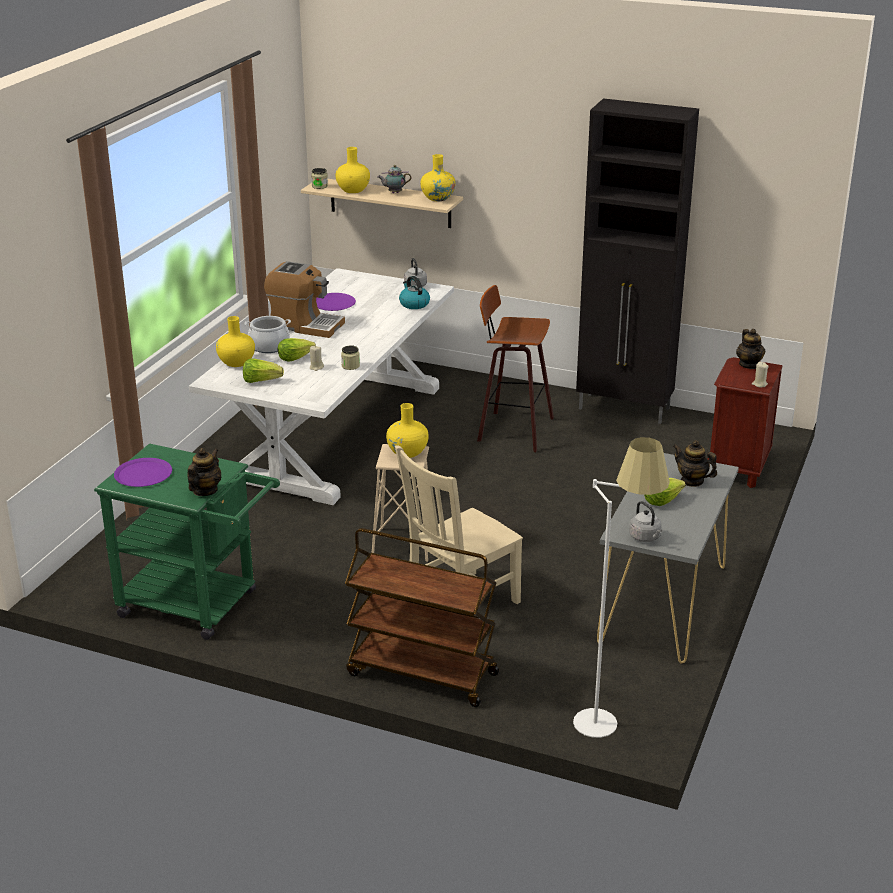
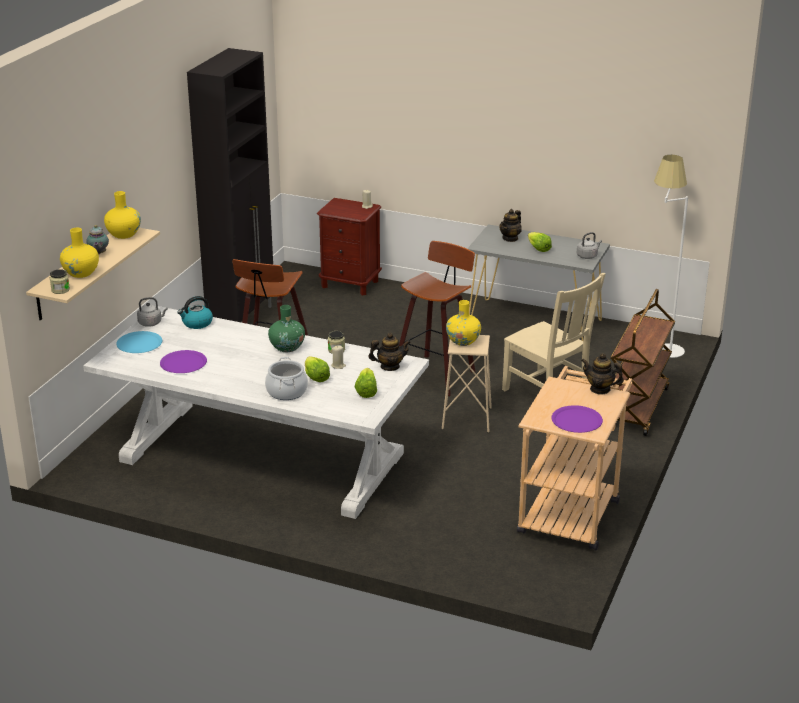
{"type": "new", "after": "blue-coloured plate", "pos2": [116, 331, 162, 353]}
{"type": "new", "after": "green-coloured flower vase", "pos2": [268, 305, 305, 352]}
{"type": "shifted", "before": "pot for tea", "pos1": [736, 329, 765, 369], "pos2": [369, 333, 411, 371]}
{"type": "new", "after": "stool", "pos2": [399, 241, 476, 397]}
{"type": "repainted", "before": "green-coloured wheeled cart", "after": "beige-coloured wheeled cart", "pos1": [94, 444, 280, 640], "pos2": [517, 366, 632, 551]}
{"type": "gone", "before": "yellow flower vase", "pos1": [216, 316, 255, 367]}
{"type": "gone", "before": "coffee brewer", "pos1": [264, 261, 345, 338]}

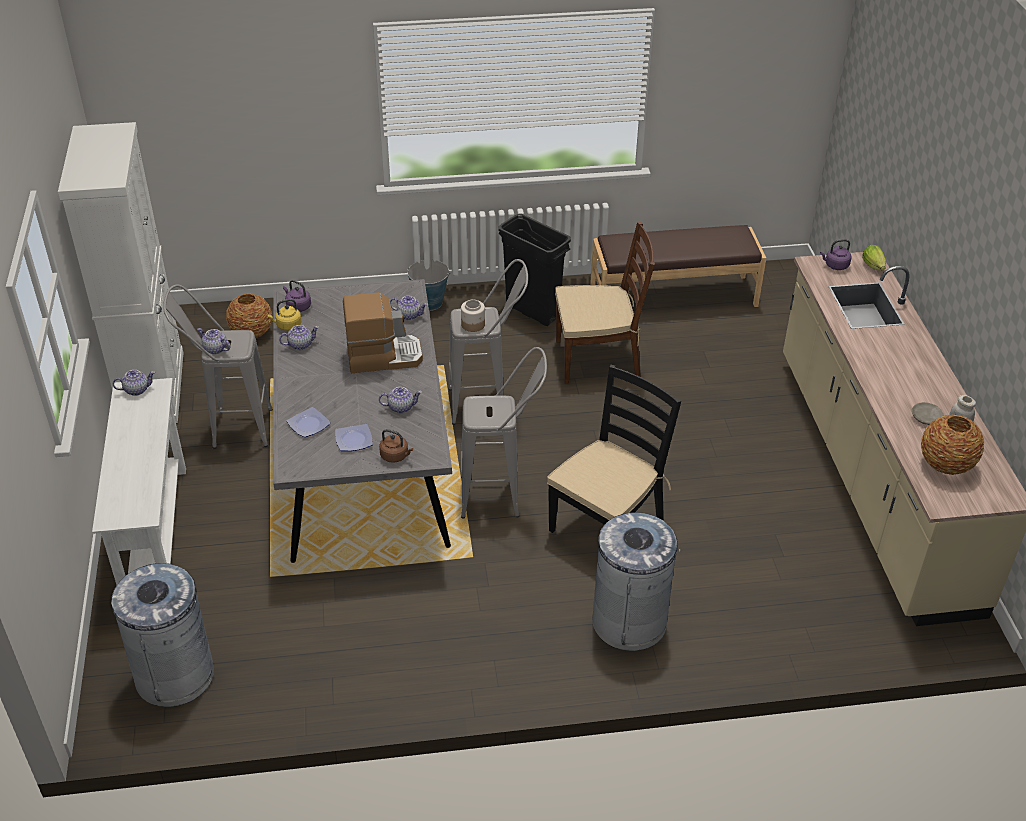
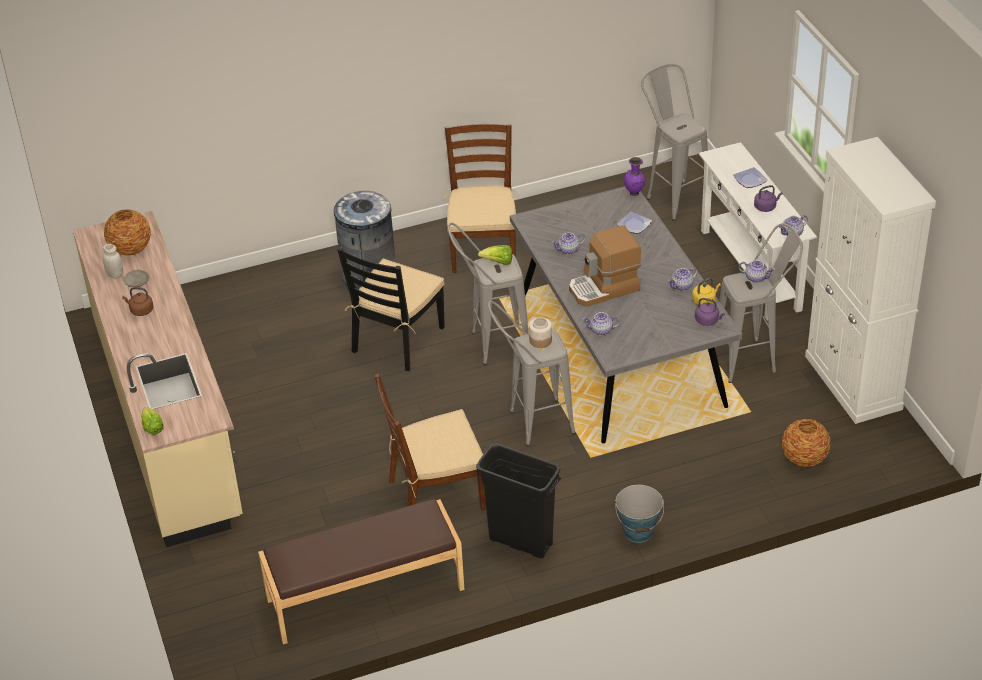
{"type": "shifted", "before": "brownish tea kettle", "pos1": [379, 429, 413, 463], "pos2": [122, 287, 153, 316]}
{"type": "new", "after": "brownish chair", "pos2": [443, 124, 520, 273]}
{"type": "new", "after": "lettuce head", "pos2": [478, 245, 512, 265]}
{"type": "new", "after": "purplish flower vase", "pos2": [624, 157, 646, 196]}
{"type": "swapped", "before": "gray rubbish bin", "after": "gray stool", "pos1": [111, 563, 214, 707], "pos2": [641, 64, 708, 221]}
{"type": "shifted", "before": "plate", "pos1": [335, 424, 373, 451], "pos2": [734, 167, 768, 188]}
{"type": "shifted", "before": "purplish tea kettle", "pos1": [820, 239, 852, 270], "pos2": [754, 185, 783, 212]}

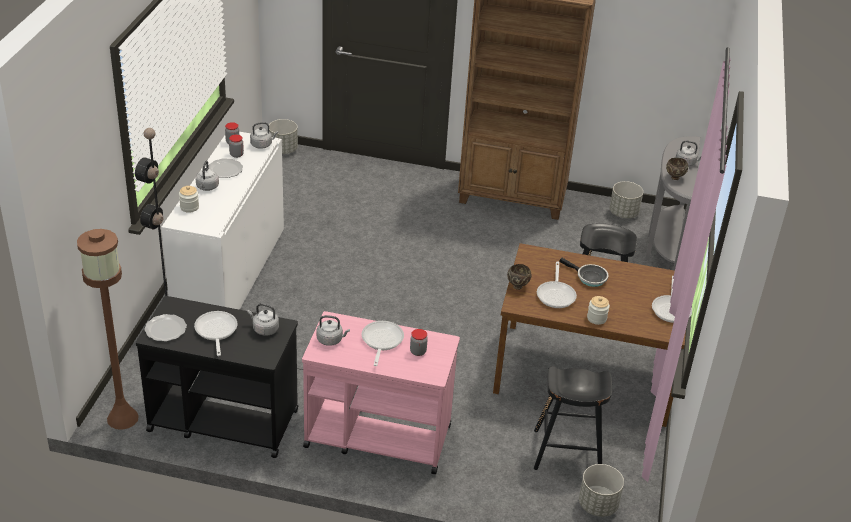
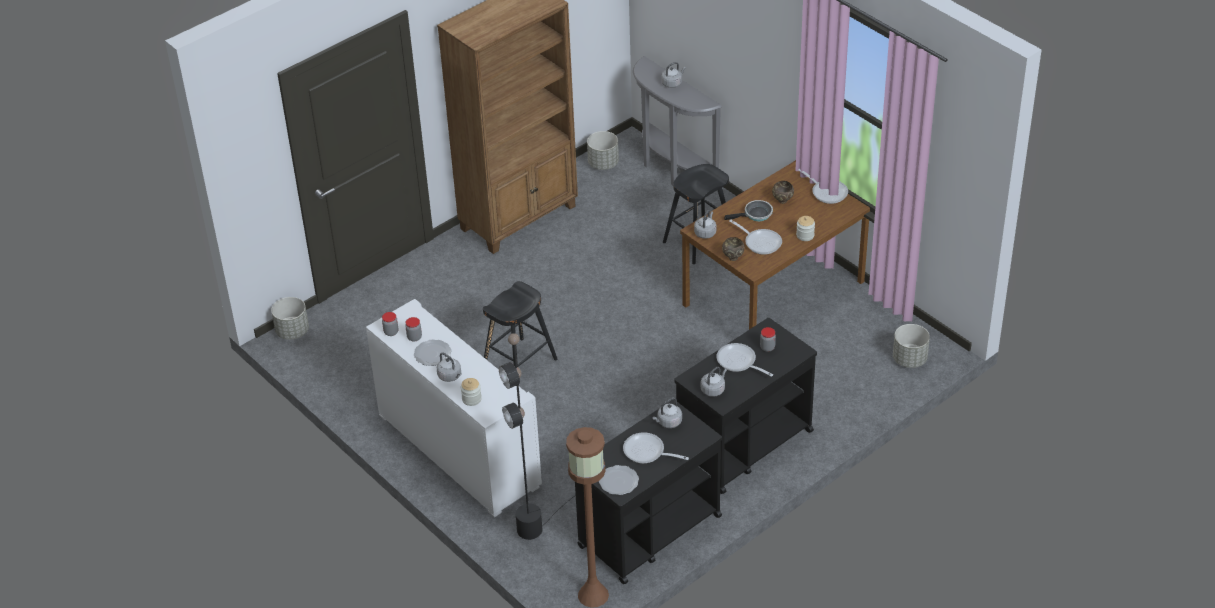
{"type": "shifted", "before": "black stool", "pos1": [534, 366, 612, 470], "pos2": [483, 281, 557, 367]}
{"type": "repainted", "before": "pinkish wheeled cart", "after": "black wheeled cart", "pos1": [302, 311, 460, 474], "pos2": [674, 318, 817, 494]}
{"type": "shifted", "before": "gray tea kettle", "pos1": [250, 122, 278, 149], "pos2": [694, 210, 717, 239]}
{"type": "shifted", "before": "brownish bowl", "pos1": [666, 158, 688, 180], "pos2": [772, 181, 794, 204]}

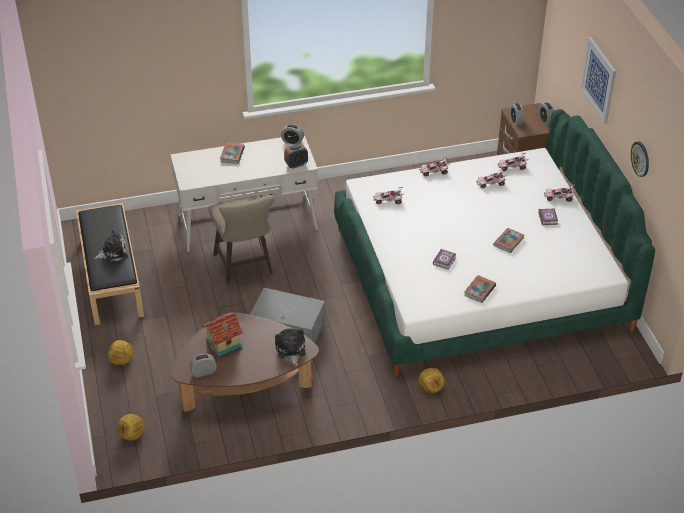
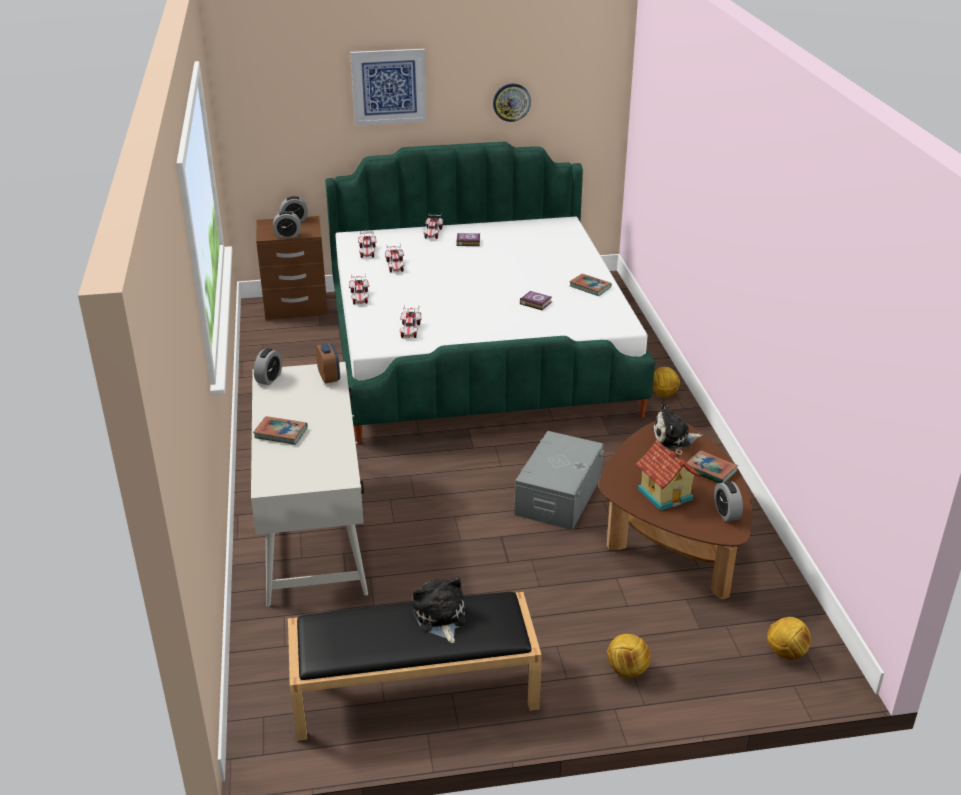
{"type": "shifted", "before": "volume", "pos1": [493, 228, 525, 253], "pos2": [687, 450, 738, 483]}
{"type": "gone", "before": "beige-coloured stool", "pos1": [208, 195, 274, 284]}

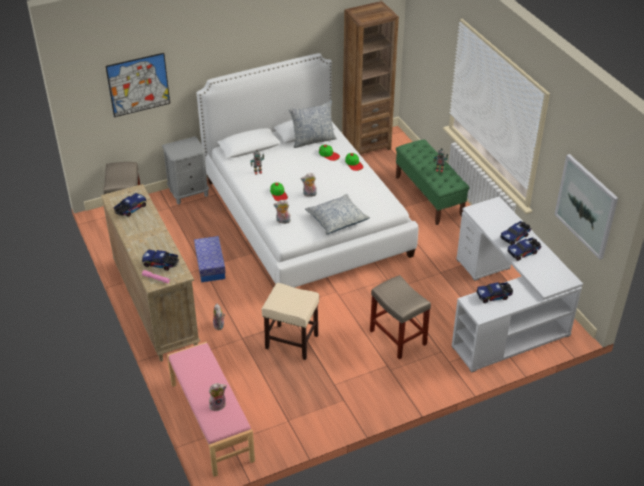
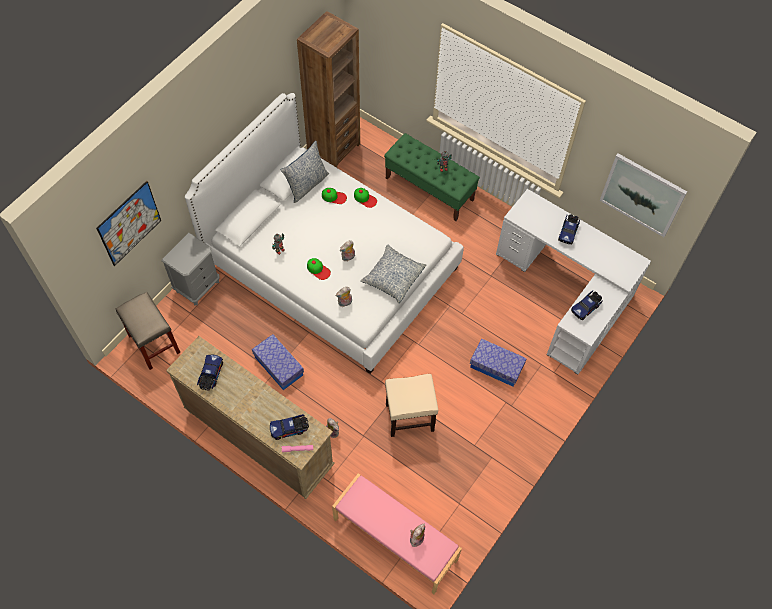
{"type": "swapped", "before": "beige-coloured stool", "after": "storage box", "pos1": [370, 275, 431, 359], "pos2": [470, 338, 527, 387]}
{"type": "gone", "before": "model truck", "pos1": [507, 237, 541, 261]}

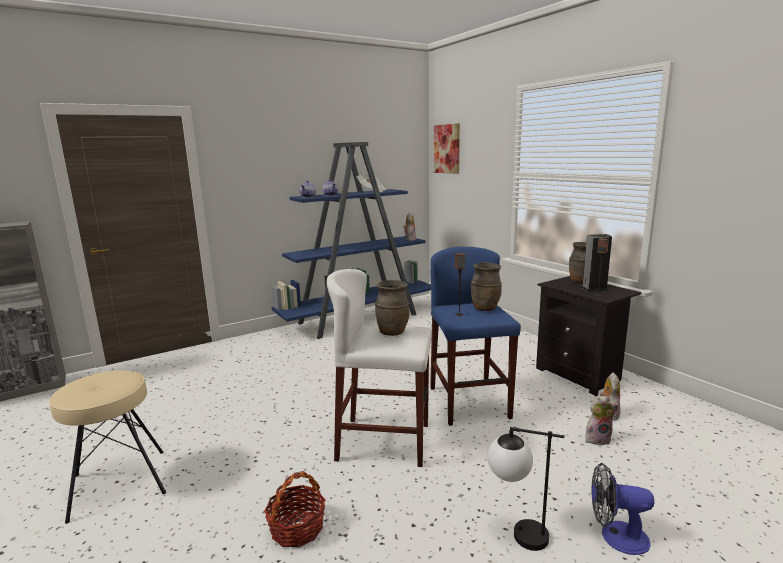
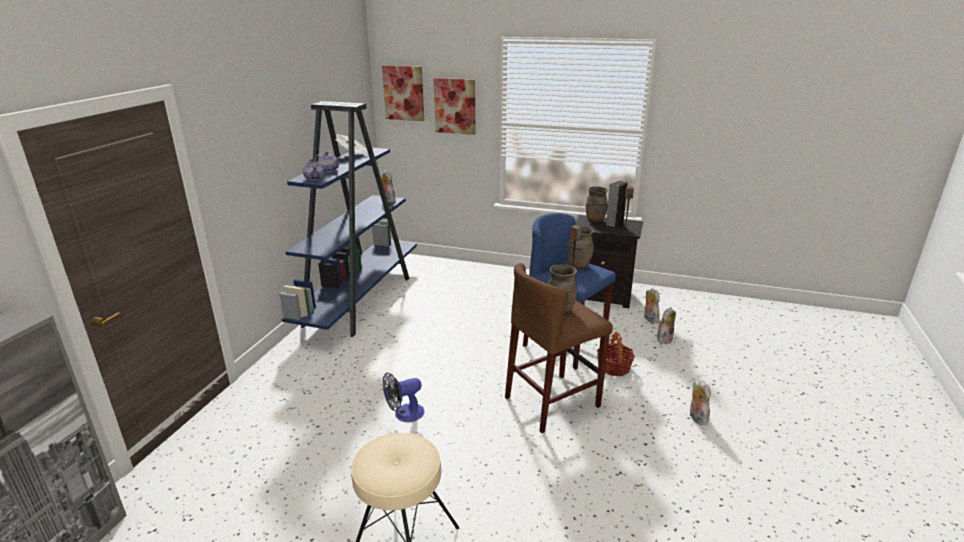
{"type": "shifted", "before": "electric fan", "pos1": [592, 463, 654, 555], "pos2": [383, 372, 424, 422]}
{"type": "new", "after": "wall art", "pos2": [433, 78, 475, 135]}
{"type": "repainted", "before": "white-coloured stool", "after": "brownish stool", "pos1": [327, 269, 432, 467], "pos2": [505, 263, 613, 433]}
{"type": "shifted", "before": "storage basket", "pos1": [264, 471, 326, 547], "pos2": [597, 332, 635, 376]}
{"type": "swapped", "before": "lamp for a table", "after": "plush toy", "pos1": [488, 427, 564, 551], "pos2": [690, 380, 711, 425]}

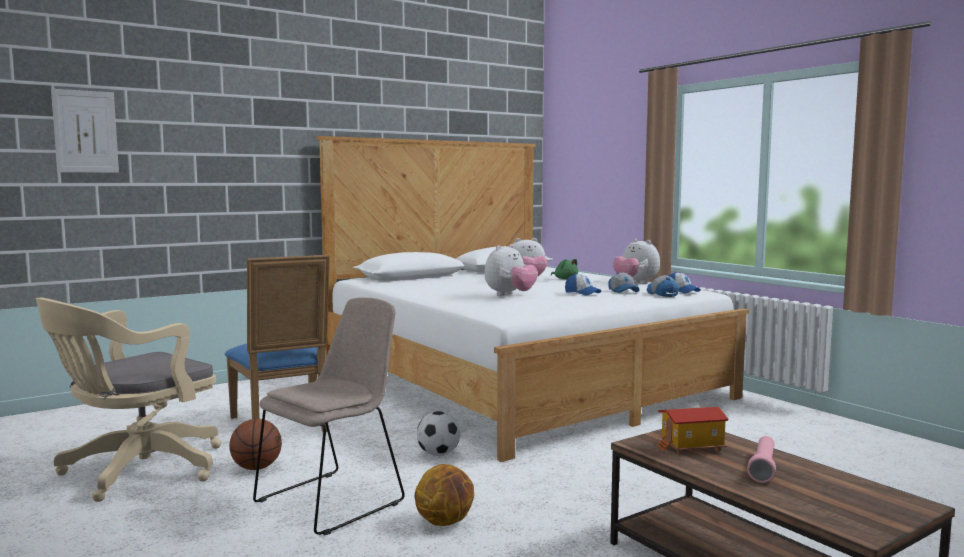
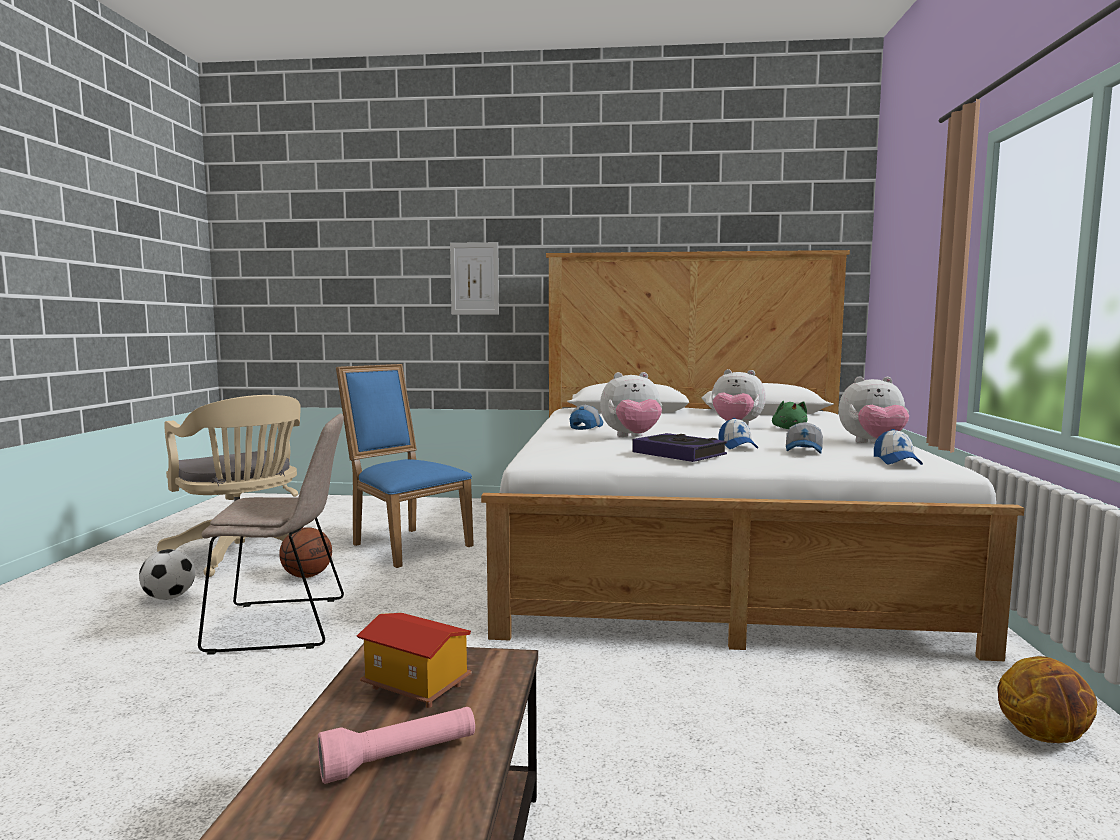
{"type": "shifted", "before": "football", "pos1": [417, 411, 460, 456], "pos2": [139, 549, 195, 600]}
{"type": "rotated", "before": "beige-coloured office chair", "pos1": [36, 298, 221, 502], "pos2": [157, 395, 301, 577], "turn": -120}
{"type": "rotated", "before": "blue-coloured chair", "pos1": [225, 255, 330, 432], "pos2": [336, 364, 474, 568], "turn": 120}
{"type": "shifted", "before": "wall art", "pos1": [51, 89, 119, 173], "pos2": [450, 242, 499, 315]}
{"type": "shifted", "before": "peaked cap", "pos1": [647, 275, 679, 297], "pos2": [570, 405, 603, 430]}
{"type": "new", "after": "volume", "pos2": [632, 433, 727, 462]}
{"type": "rotated", "before": "plush toy", "pos1": [613, 239, 660, 284], "pos2": [839, 376, 909, 443], "turn": -90}
{"type": "shifted", "before": "ball for basketball", "pos1": [415, 464, 474, 526], "pos2": [997, 656, 1097, 743]}

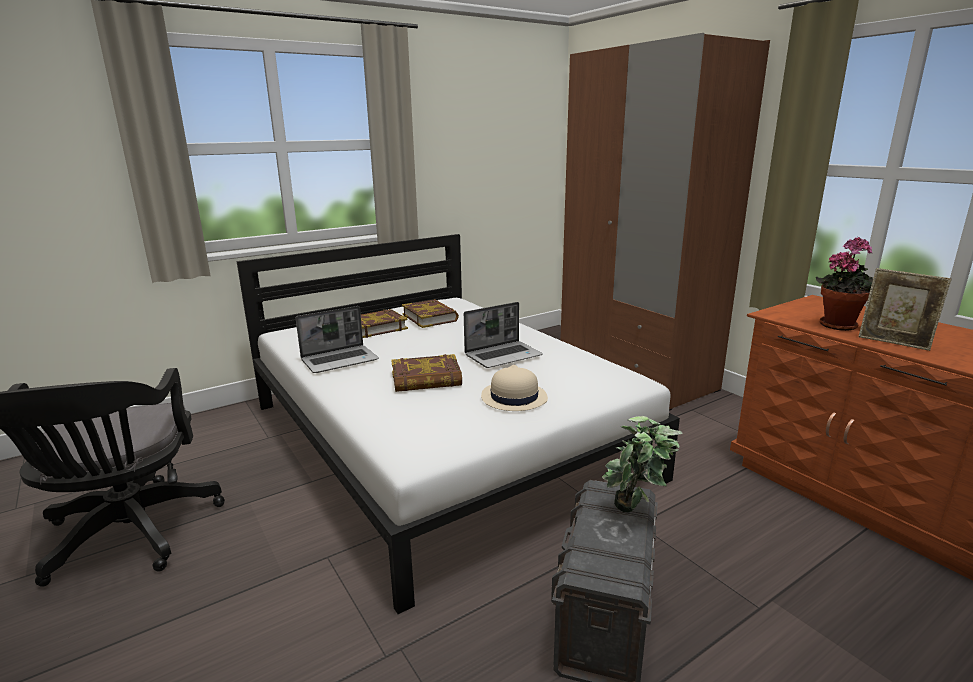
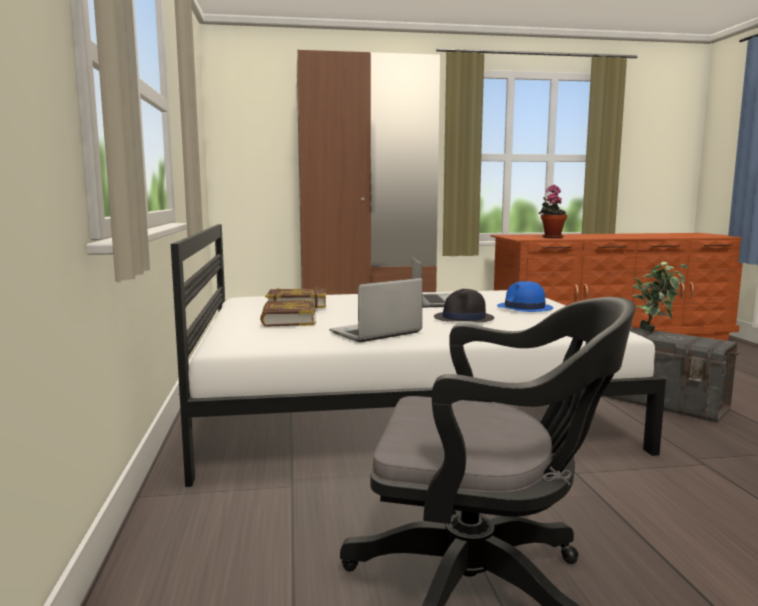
{"type": "rotated", "before": "portable computer", "pos1": [296, 306, 379, 373], "pos2": [329, 278, 423, 342], "turn": -120}
{"type": "swapped", "before": "volume", "after": "black wearable hat", "pos1": [391, 354, 462, 392], "pos2": [434, 289, 494, 322]}
{"type": "repainted", "before": "beige-coloured wearable hat", "after": "blue-coloured wearable hat", "pos1": [481, 365, 548, 411], "pos2": [497, 281, 553, 312]}
{"type": "gone", "before": "photo frame", "pos1": [859, 268, 952, 351]}

